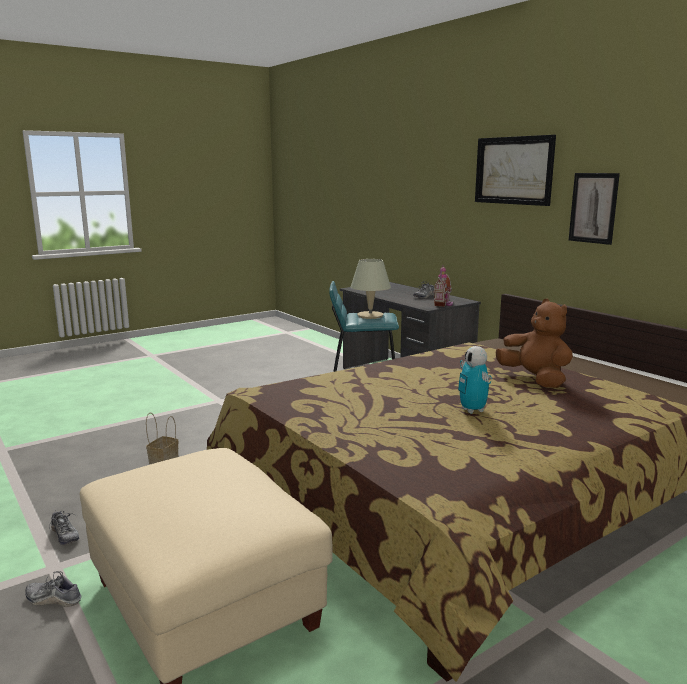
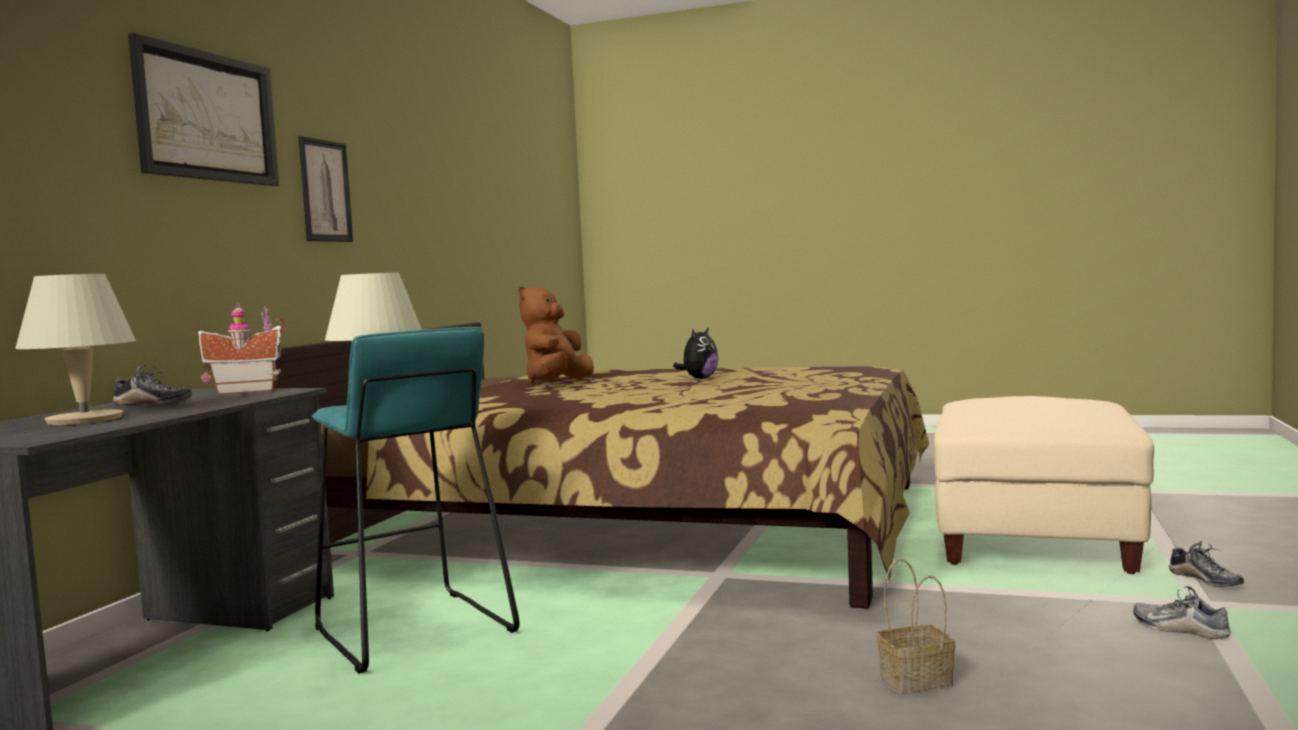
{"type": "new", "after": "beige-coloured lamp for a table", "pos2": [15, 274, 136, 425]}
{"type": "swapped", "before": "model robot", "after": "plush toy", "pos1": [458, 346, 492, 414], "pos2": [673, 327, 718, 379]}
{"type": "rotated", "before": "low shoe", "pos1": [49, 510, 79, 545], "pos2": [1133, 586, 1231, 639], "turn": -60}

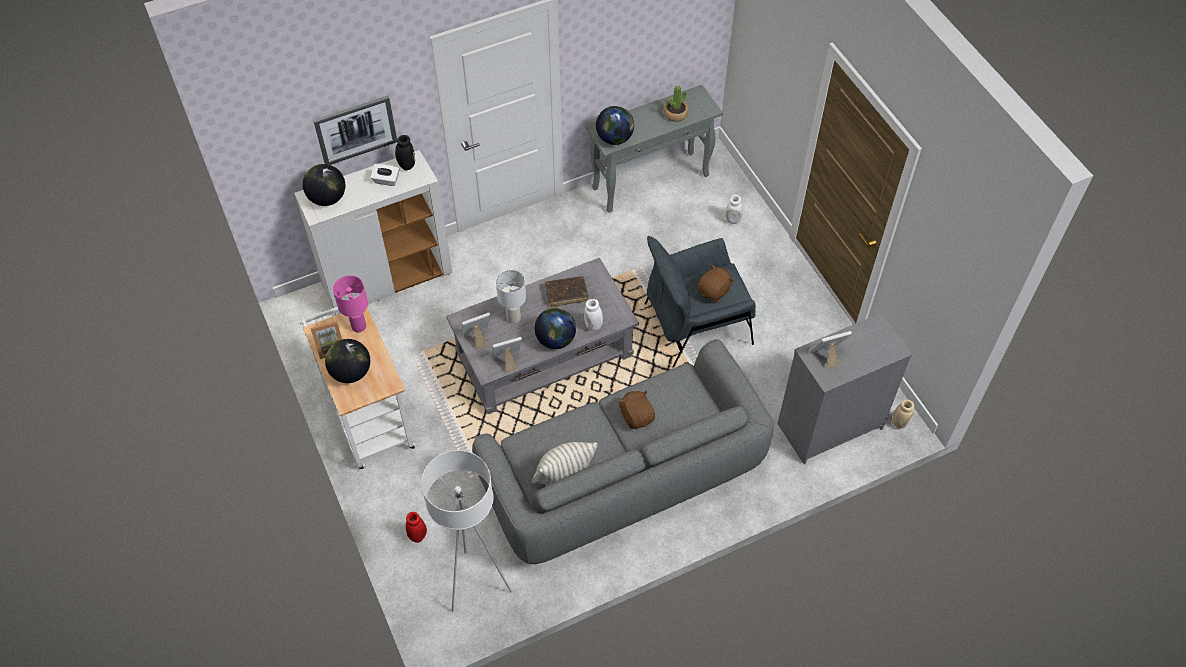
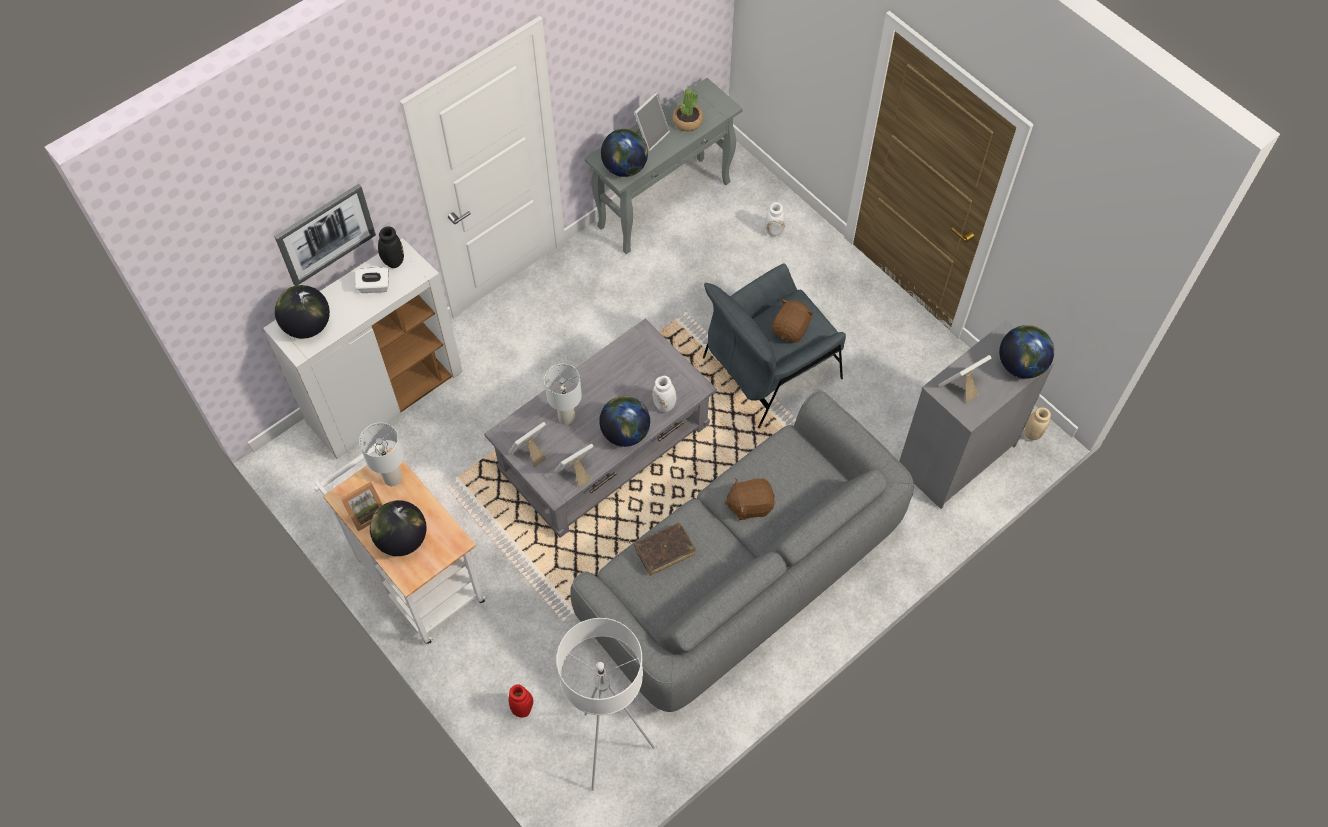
{"type": "repainted", "before": "pinkish lamp for a table", "after": "white-coloured lamp for a table", "pos1": [333, 276, 368, 332], "pos2": [359, 423, 404, 486]}
{"type": "new", "after": "photo frame", "pos2": [634, 93, 670, 151]}
{"type": "shifted", "before": "brownish volume", "pos1": [545, 276, 589, 307], "pos2": [634, 523, 696, 575]}
{"type": "rotated", "before": "brownish plush toy", "pos1": [618, 390, 655, 429], "pos2": [724, 478, 775, 520], "turn": -60}
{"type": "new", "after": "world globe", "pos2": [999, 325, 1054, 378]}
{"type": "gone", "before": "cushion", "pos1": [532, 442, 598, 485]}

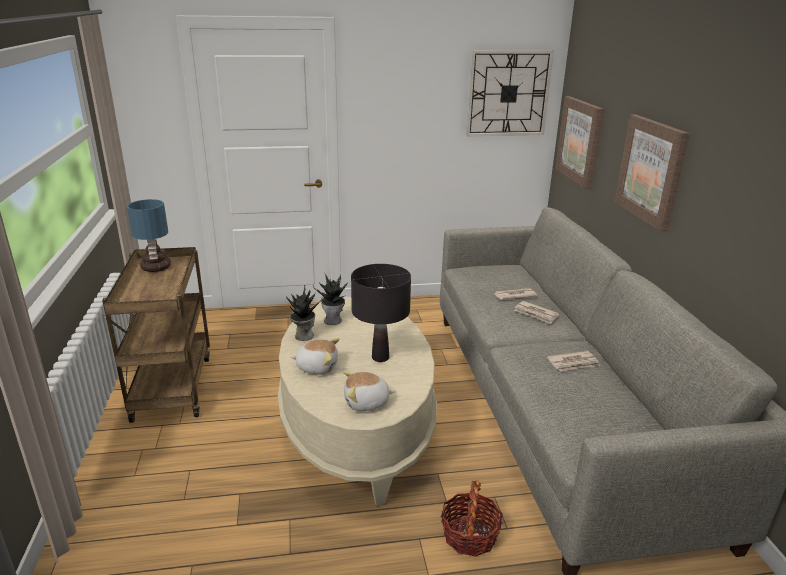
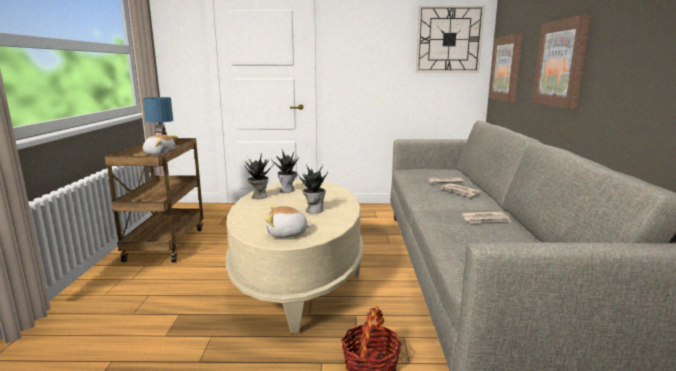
{"type": "shifted", "before": "plush toy", "pos1": [291, 338, 339, 374], "pos2": [143, 134, 178, 155]}
{"type": "swapped", "before": "black lamp for a table", "after": "plant in a pot", "pos1": [351, 264, 411, 362], "pos2": [297, 164, 328, 214]}

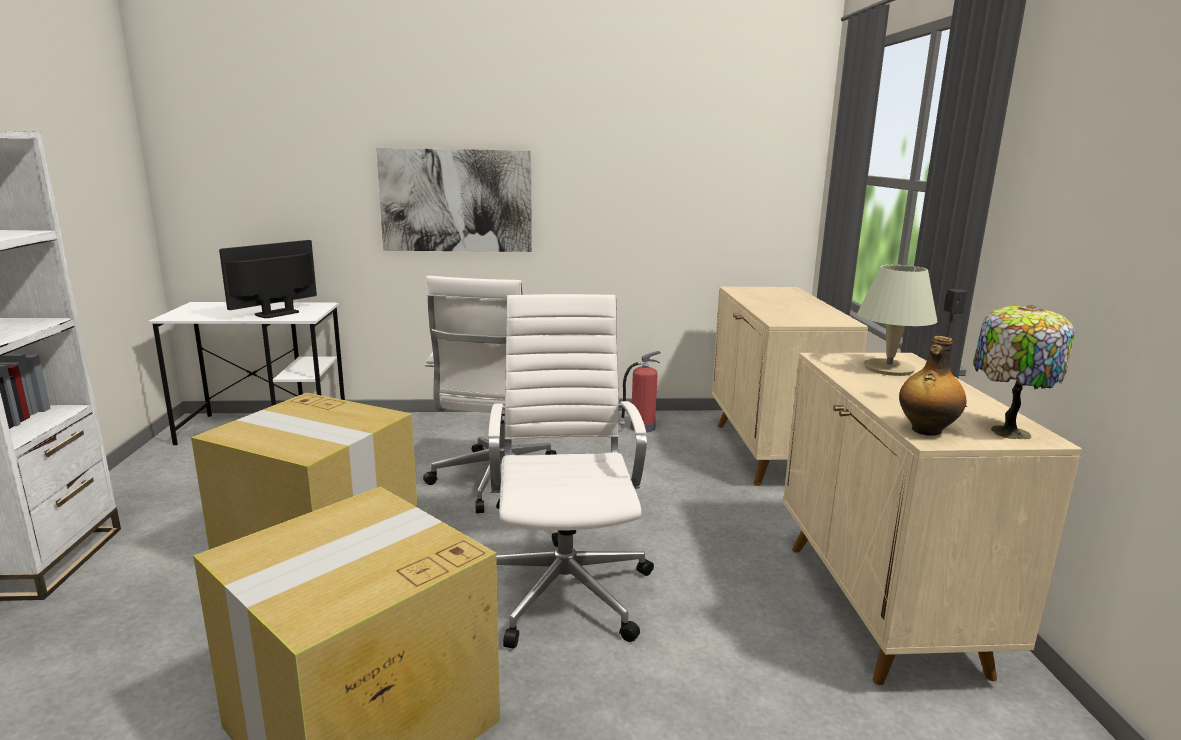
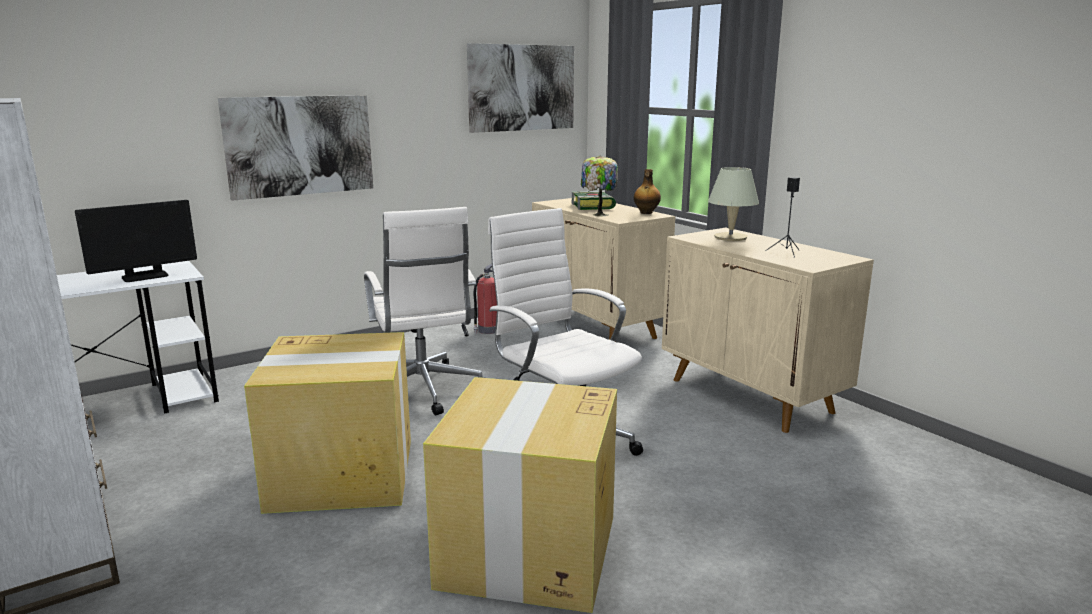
{"type": "rotated", "before": "computer display", "pos1": [219, 240, 317, 318], "pos2": [75, 200, 197, 282], "turn": -135}
{"type": "new", "after": "wall art", "pos2": [467, 43, 574, 133]}
{"type": "new", "after": "volume", "pos2": [572, 191, 616, 210]}
{"type": "shifted", "before": "lamp for a table", "pos1": [973, 305, 1075, 439], "pos2": [581, 156, 618, 217]}
{"type": "shifted", "before": "beverage bottle", "pos1": [899, 336, 966, 436], "pos2": [634, 169, 661, 214]}

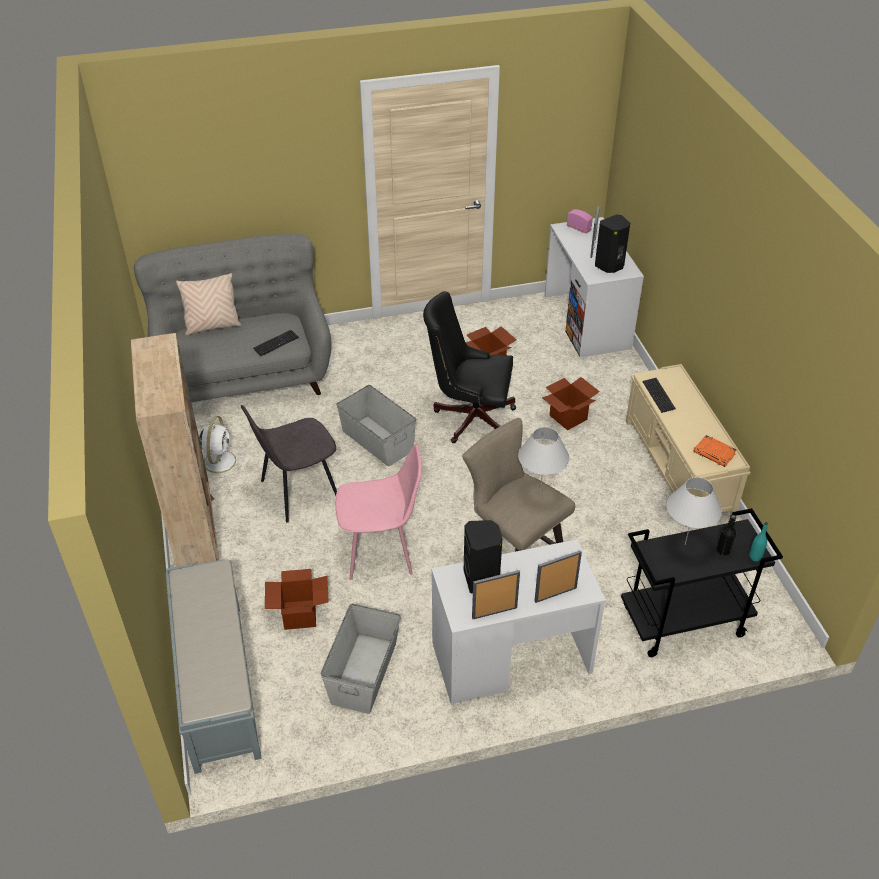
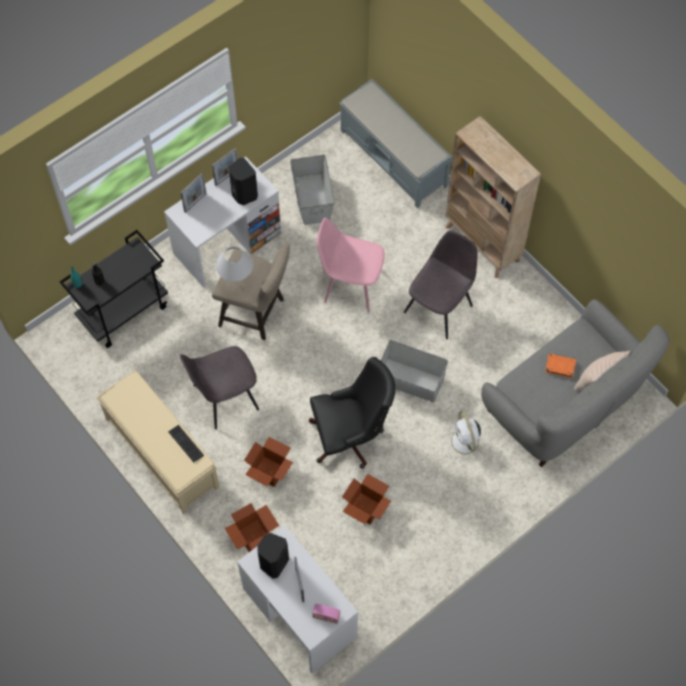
{"type": "new", "after": "gray chair", "pos2": [180, 346, 259, 429]}
{"type": "shifted", "before": "carton", "pos1": [265, 569, 329, 630], "pos2": [225, 503, 279, 552]}
{"type": "rotated", "before": "pinkish chair", "pos1": [335, 443, 422, 580], "pos2": [317, 217, 385, 312], "turn": 45}
{"type": "shifted", "before": "white-coloured electric fan", "pos1": [199, 416, 243, 478], "pos2": [445, 411, 487, 461]}
{"type": "shifted", "before": "orangey volume", "pos1": [693, 435, 737, 467], "pos2": [545, 354, 576, 378]}
{"type": "gone", "before": "keyboard", "pos1": [253, 330, 299, 356]}
{"type": "gone", "before": "white-coloured lamp for a table", "pos1": [667, 477, 722, 544]}

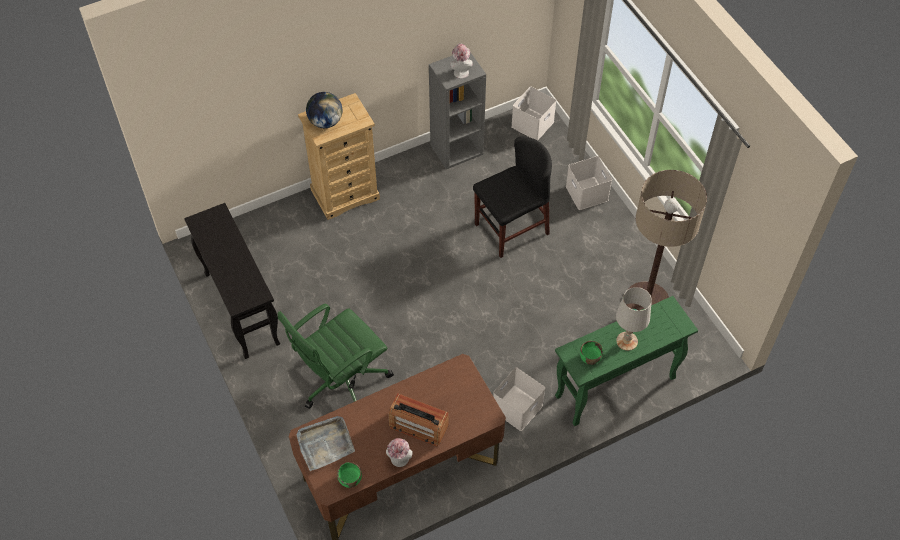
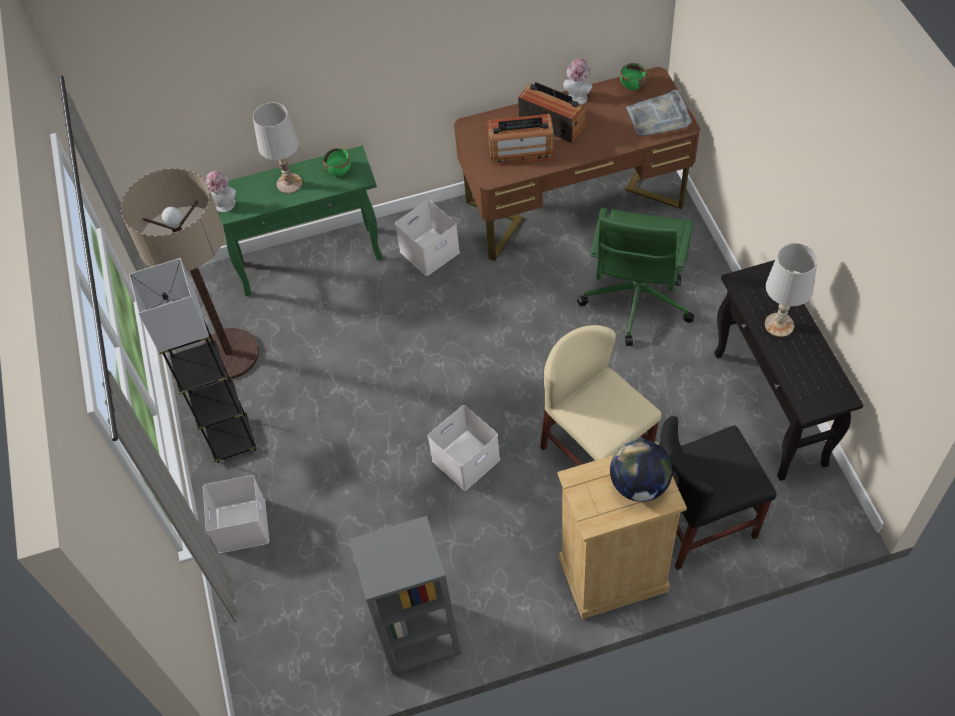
{"type": "new", "after": "gray standing lamp", "pos2": [129, 258, 258, 463]}
{"type": "shifted", "before": "wearable hat", "pos1": [450, 43, 472, 79], "pos2": [206, 171, 236, 212]}
{"type": "shifted", "before": "white-coloured storage box", "pos1": [511, 87, 556, 141], "pos2": [428, 405, 500, 491]}
{"type": "new", "after": "radio set", "pos2": [487, 114, 554, 166]}
{"type": "new", "after": "beige-coloured chair", "pos2": [540, 325, 662, 466]}
{"type": "rotated", "before": "green-coloured office chair", "pos1": [278, 304, 394, 409], "pos2": [577, 208, 694, 346], "turn": 135}
{"type": "shifted", "before": "black chair", "pos1": [473, 136, 552, 258], "pos2": [659, 416, 776, 570]}
{"type": "new", "after": "white-coloured lamp for a table", "pos2": [765, 243, 817, 337]}

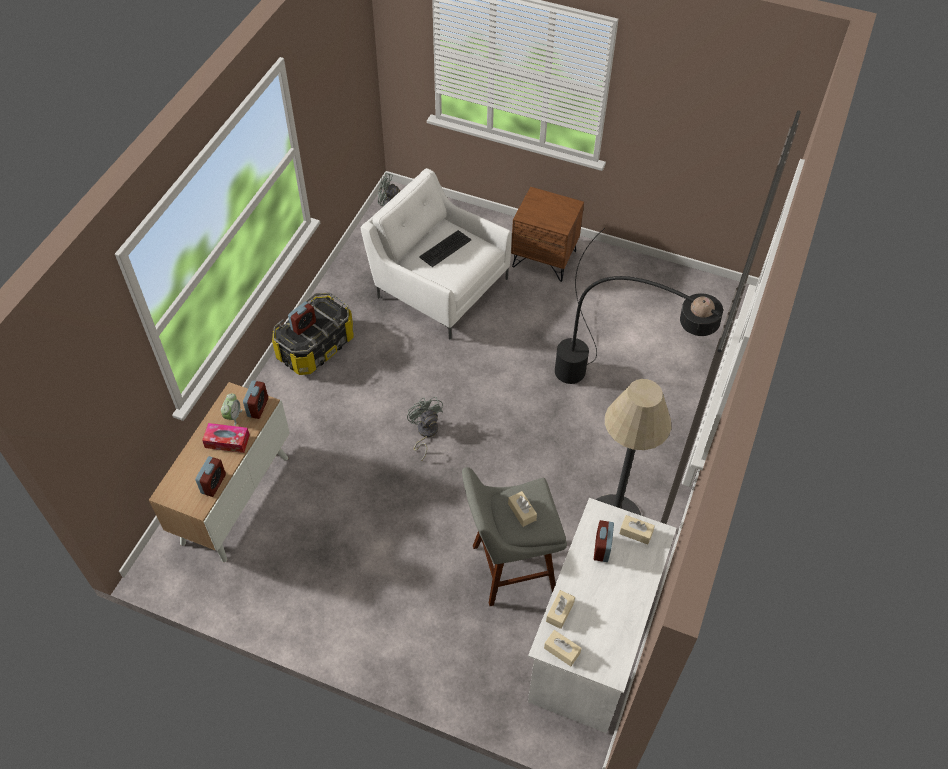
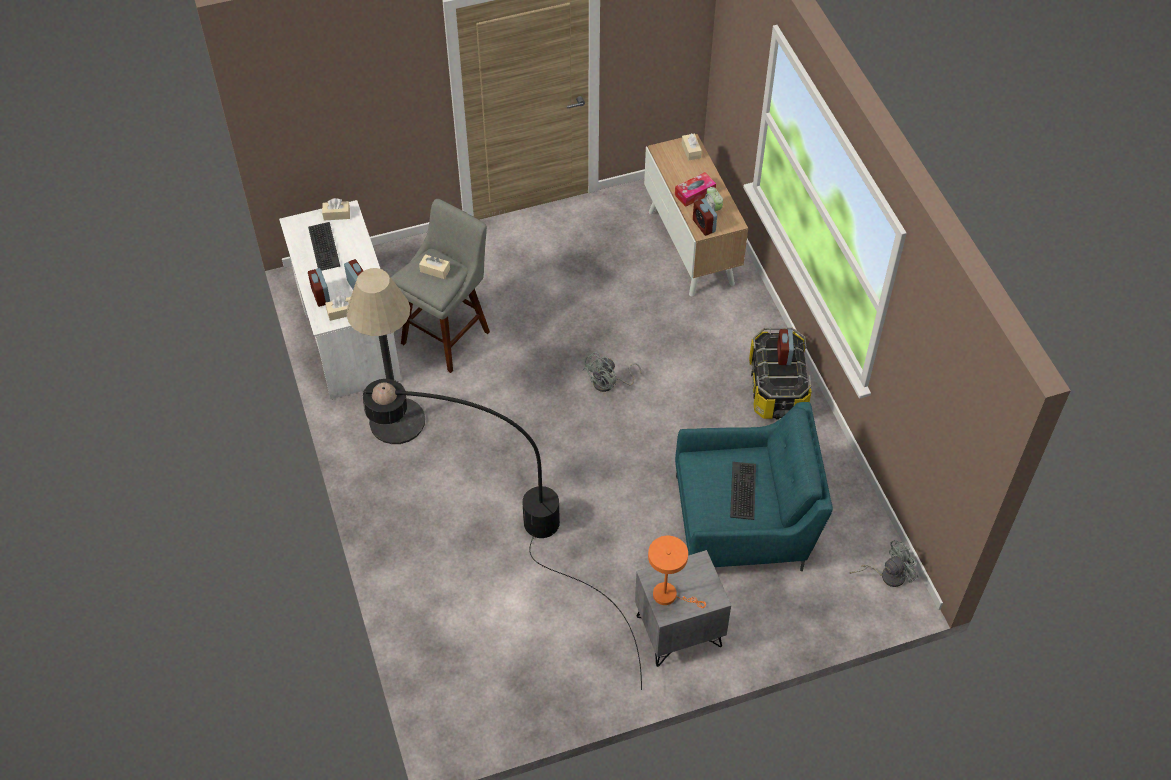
{"type": "new", "after": "keyboard", "pos2": [308, 222, 340, 271]}
{"type": "shifted", "before": "alarm clock", "pos1": [195, 456, 226, 497], "pos2": [308, 268, 330, 307]}
{"type": "rotated", "before": "gray electric fan", "pos1": [407, 397, 443, 461], "pos2": [583, 352, 642, 392], "turn": 105}
{"type": "repainted", "before": "brownish bedside table", "after": "gray bedside table", "pos1": [511, 187, 584, 282], "pos2": [635, 550, 731, 667]}
{"type": "new", "after": "orangey lamp for a table", "pos2": [648, 536, 706, 608]}
{"type": "repainted", "before": "white-coloured armchair", "after": "turquoise-coloured armchair", "pos1": [361, 168, 511, 340], "pos2": [675, 402, 833, 571]}
{"type": "shifted", "before": "beige-coloured box of tissues", "pos1": [546, 590, 575, 629], "pos2": [682, 133, 702, 161]}

